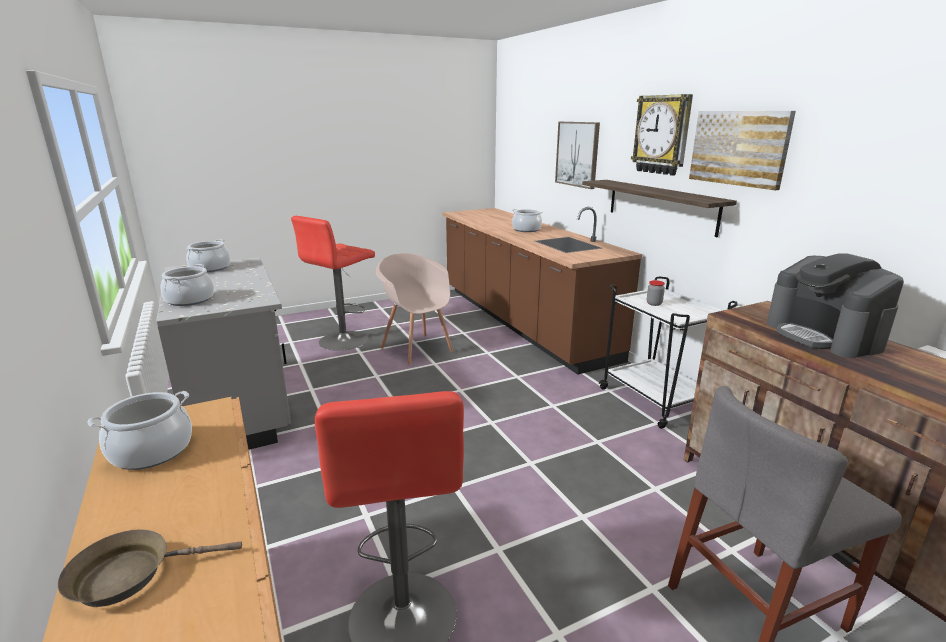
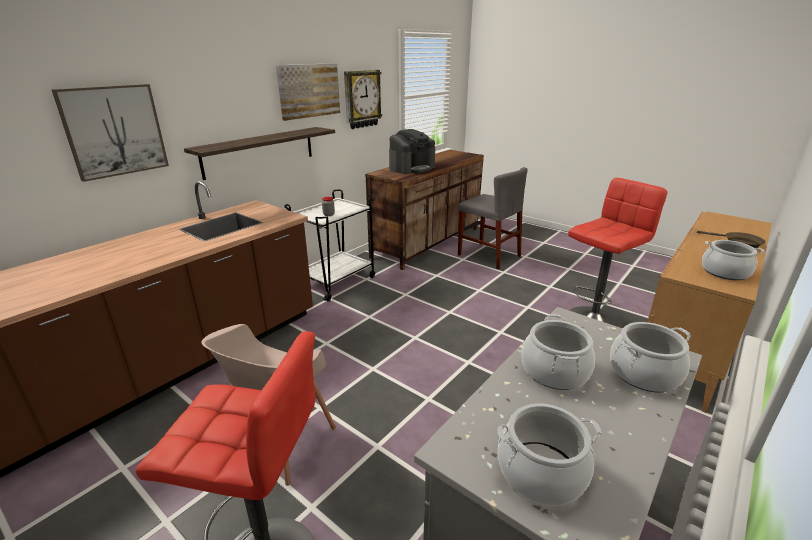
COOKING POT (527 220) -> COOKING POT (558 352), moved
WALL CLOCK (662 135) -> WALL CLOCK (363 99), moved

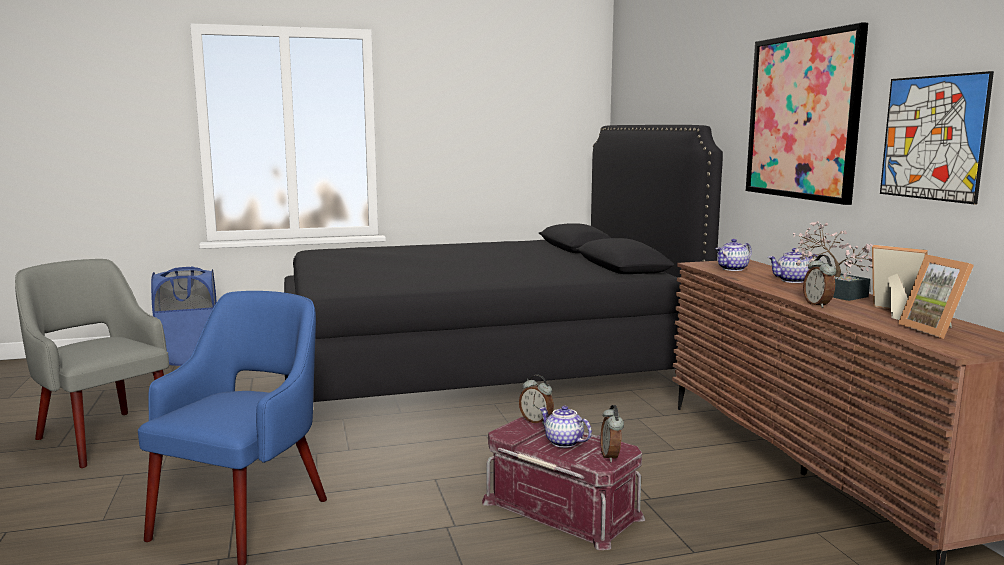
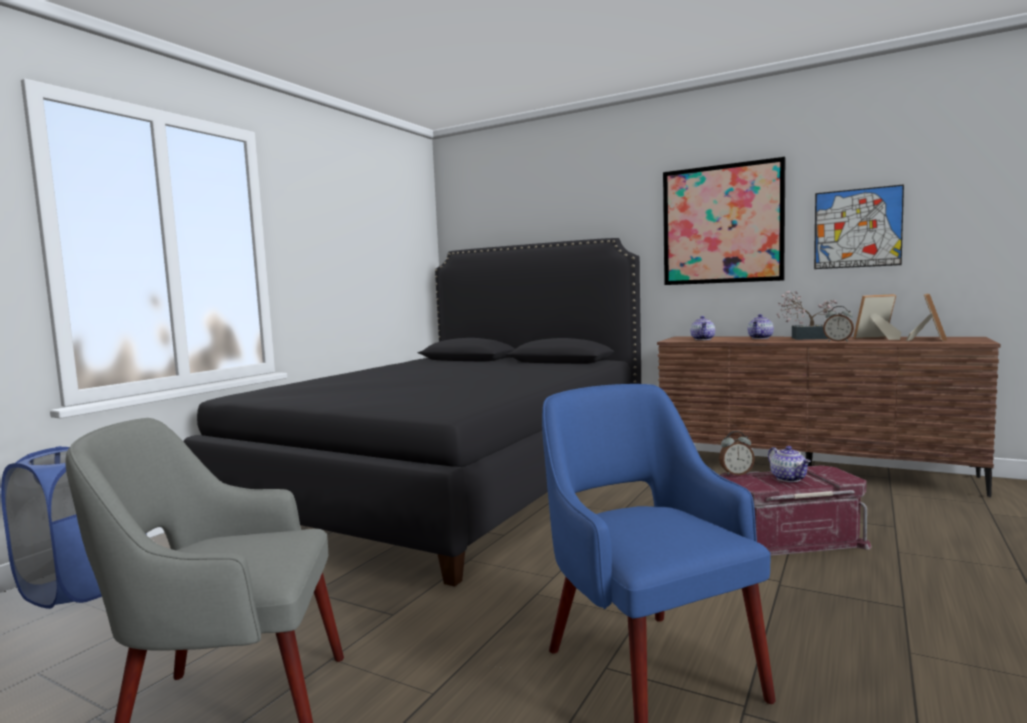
ALARM CLOCK (612 433) -> none
TEAPOT (565 427) -> TEAPOT (789 464), 105 degrees counterclockwise
PICTURE FRAME (936 296) -> PICTURE FRAME (926 317), 90 degrees counterclockwise

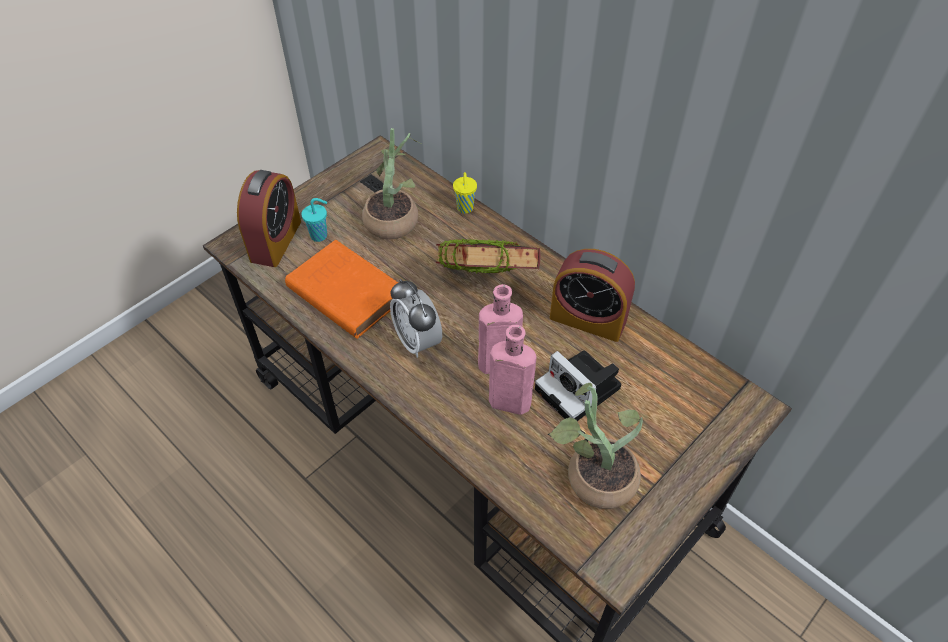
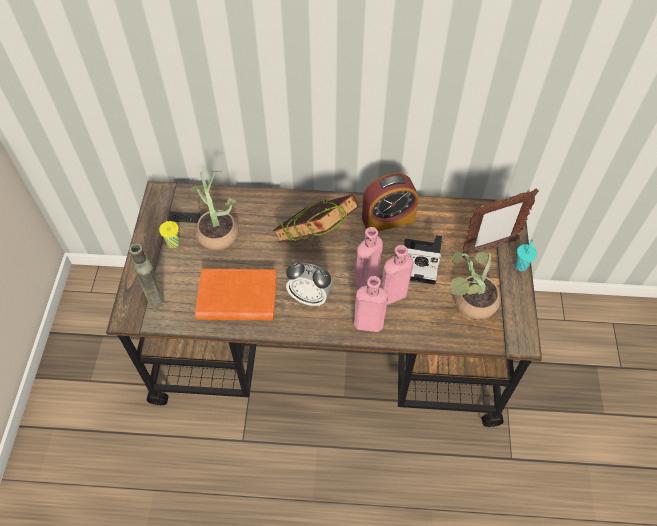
none -> PINK BOTTLE (371 304)
none -> PICTURE FRAME (501 223)
TURQUOISE CUP (314 220) -> TURQUOISE CUP (525 255), moved
YELLOW CUP (465 193) -> YELLOW CUP (169 234), moved
ALARM CLOCK (269 218) -> BROWN BOTTLE (147 274)

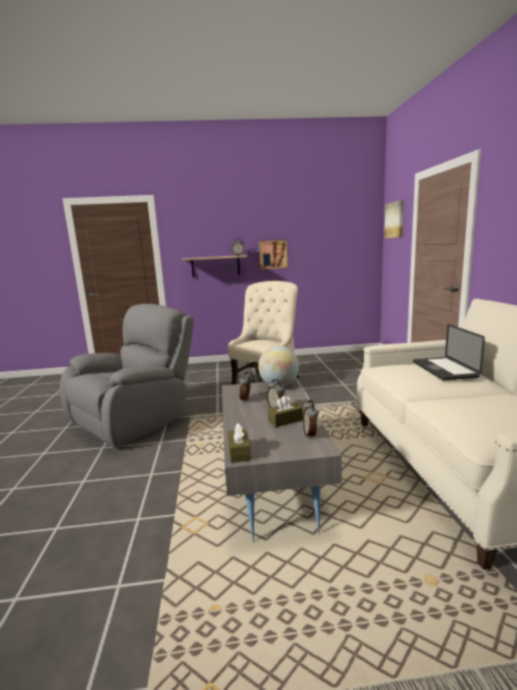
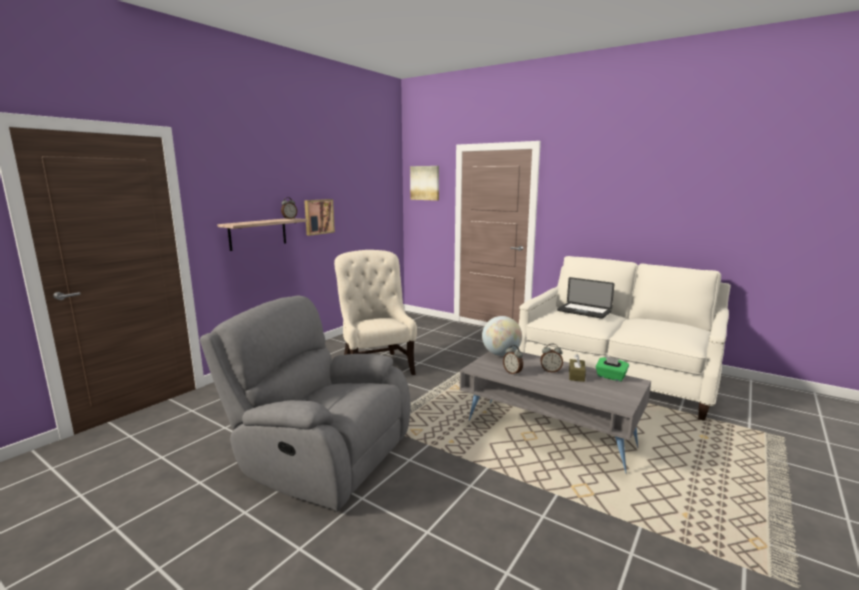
BROWN TISSUE BOX (239 443) -> none
ALARM CLOCK (310 419) -> GREEN TISSUE BOX (612 369)
GREY ARMCHAIR (127 375) -> GREY ARMCHAIR (305 404), 60 degrees counterclockwise

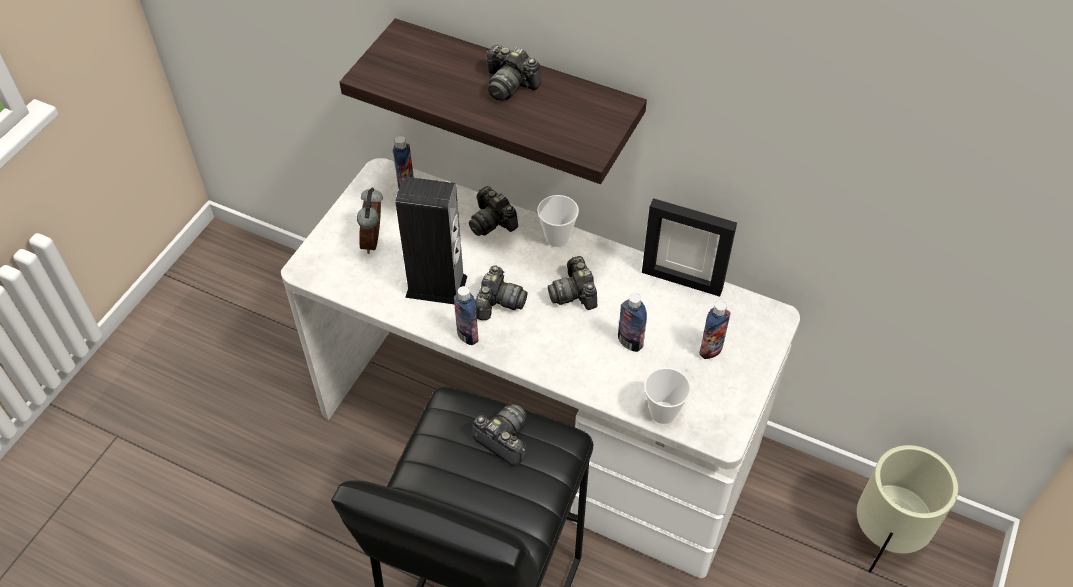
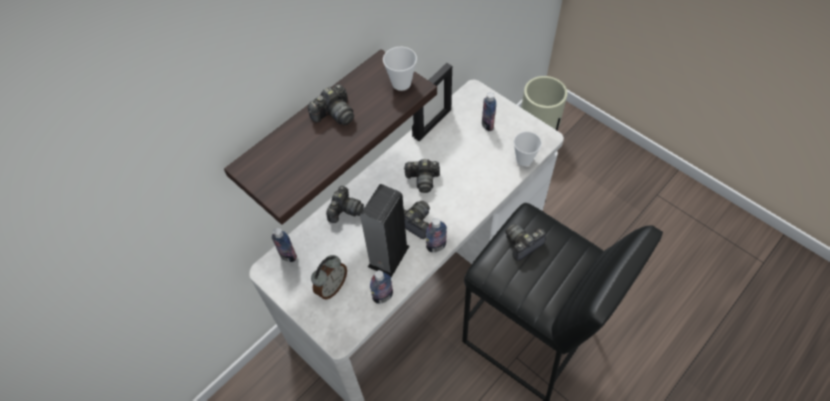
CUP (558 221) -> CUP (400 69), moved
BOTTLE (632 322) -> BOTTLE (381 287), moved
ALARM CLOCK (370 220) -> ALARM CLOCK (329 277), 75 degrees counterclockwise
PHOTO CAMERA (493 211) -> PHOTO CAMERA (345 204), 45 degrees counterclockwise

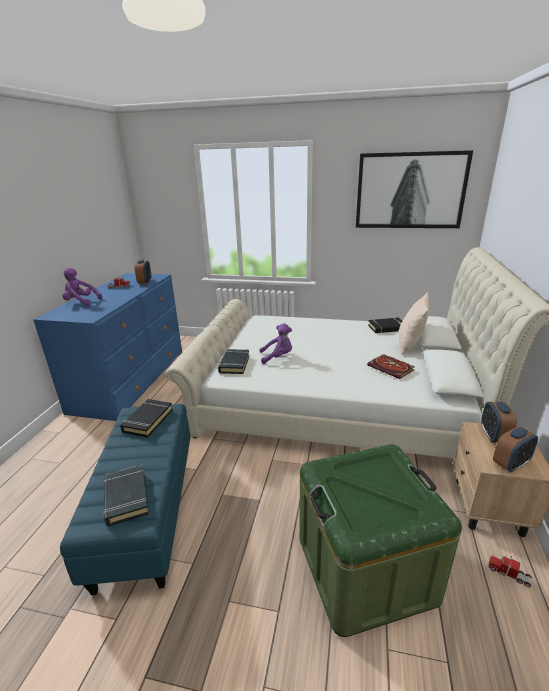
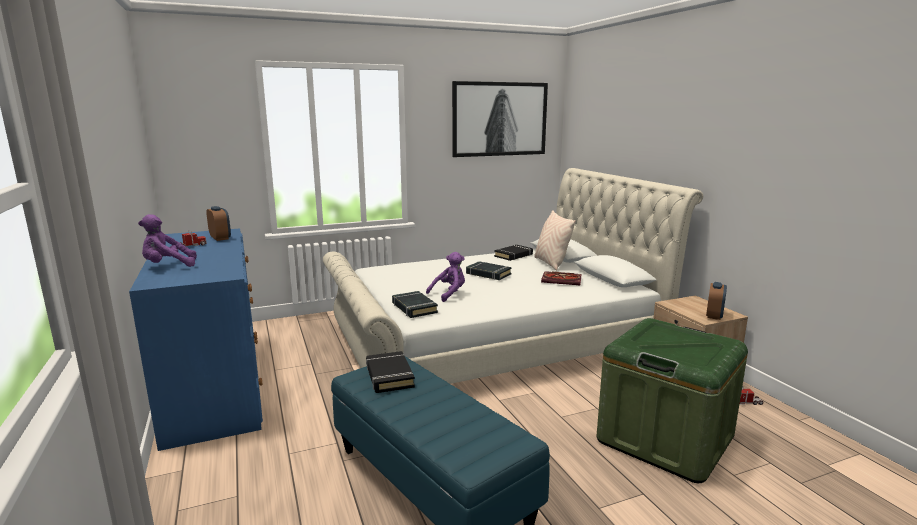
ALARM CLOCK (499 422) -> none
BLACK BOOK (126 496) -> BLACK BOOK (489 270), moved

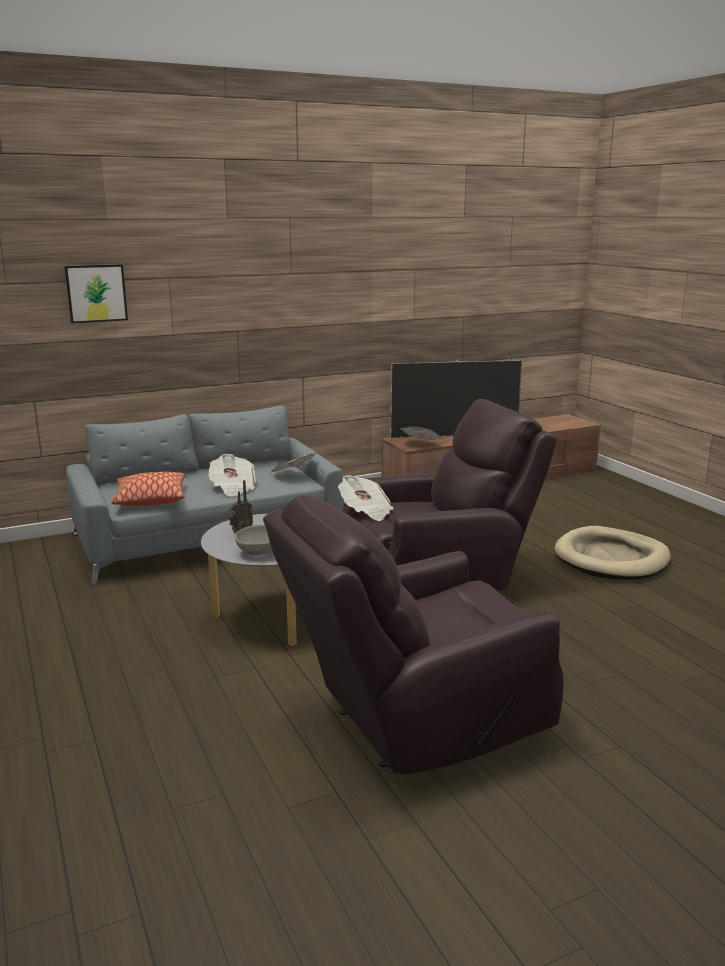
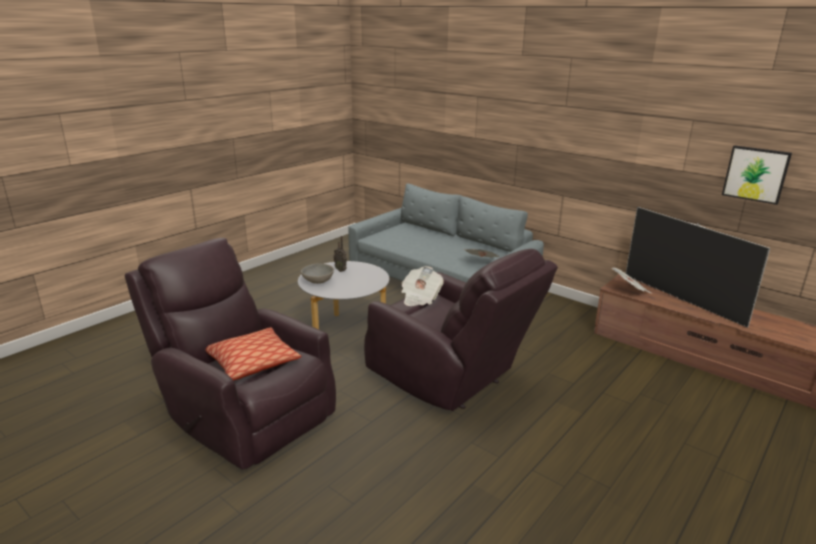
NEWSPAPER (232 475) -> none
BEIGE DOG BED (612 553) -> none
PICTURE (96 293) -> PICTURE (757 175), moved
PILLOW (148 489) -> PILLOW (253 354), moved

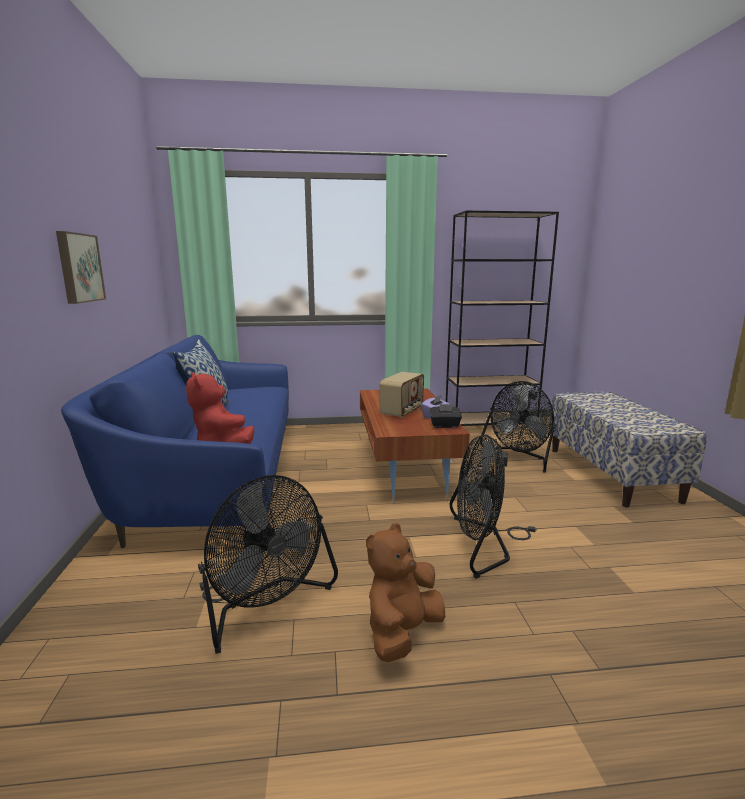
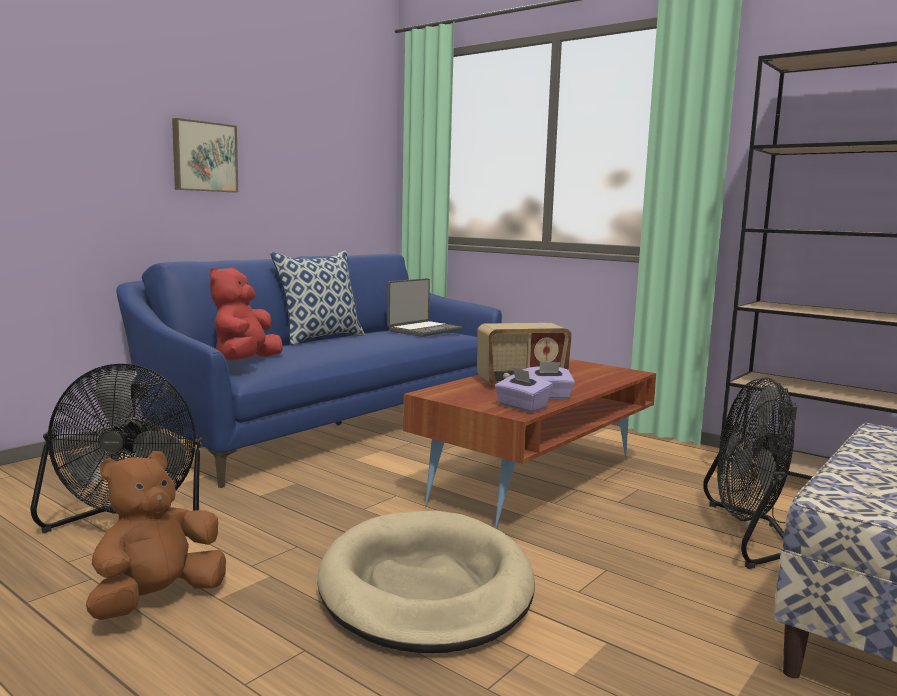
none -> LAPTOP (424 307)
BLACK FAN (494 507) -> BEIGE DOG BED (426 582)
BLACK TISSUE BOX (445 416) -> PURPLE TISSUE BOX (524 389)
BROWN PLUSH TOY (405 592) -> BROWN PLUSH TOY (156 535), 45 degrees counterclockwise

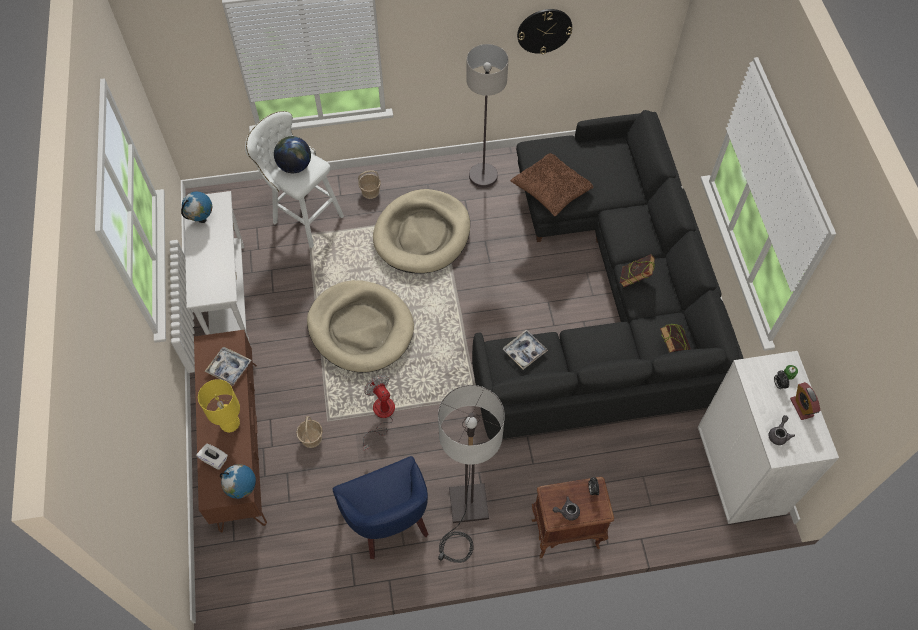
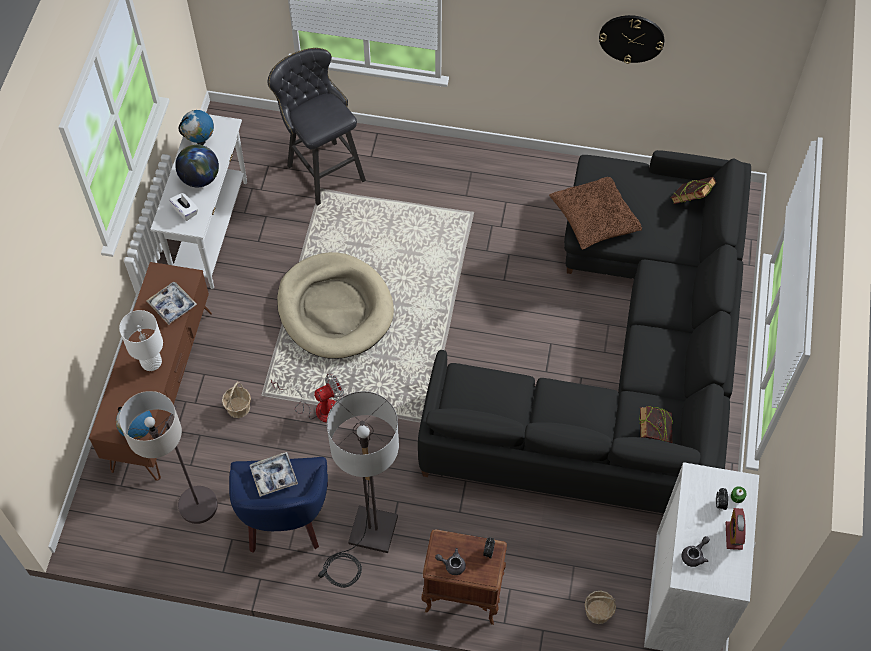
BEIGE DOG BED (421 231) -> none
WHITE TISSUE BOX (212 457) -> WHITE TISSUE BOX (183 207), moved
GLOBE (292 154) -> GLOBE (197 166), moved
BASKET (369 184) -> BASKET (600 607), moved
GREY FLOOR LAMP (487 116) -> GREY FLOOR LAMP (168 457), moved
TRAY (525 350) -> TRAY (274 474), moved
BOOK (637 270) -> BOOK (693 190), moved
YELLOW TABLE LAMP (219 406) -> WHITE TABLE LAMP (141 340)
WHITE STOOL (294 179) -> BLACK STOOL (317 127)
FAN (379 413) -> FAN (308 398), 75 degrees clockwise

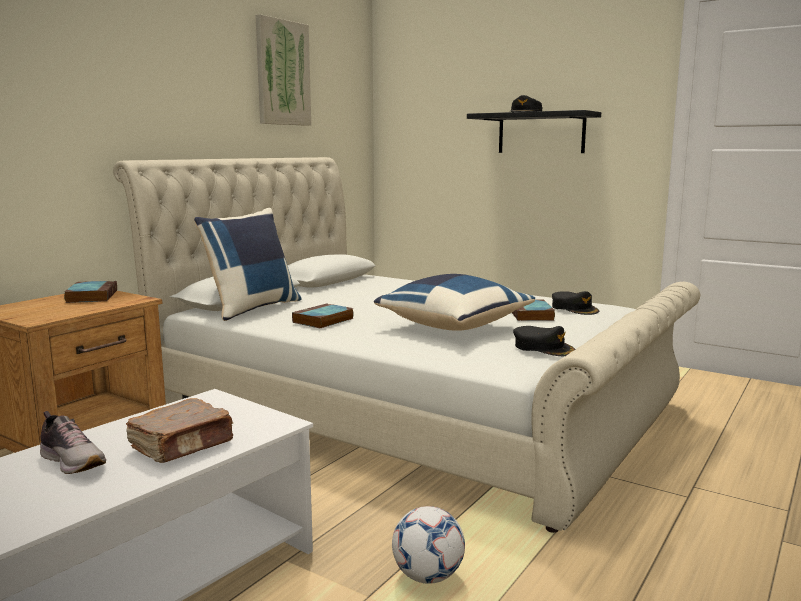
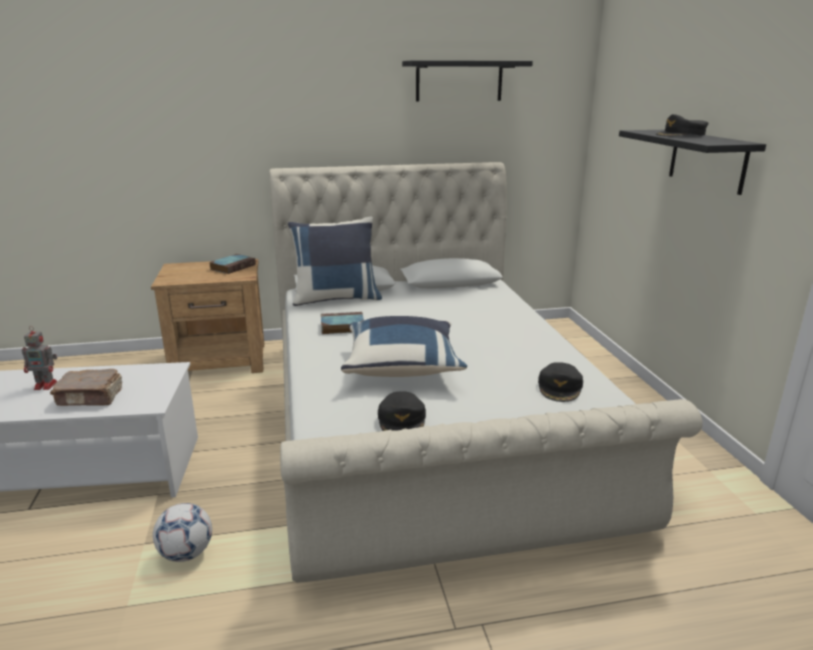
BOOK (533 310) -> none
SHOE (73 442) -> TOY ROBOT (39 358)
PICTURE (283 70) -> BLACK SHELF (467 81)

